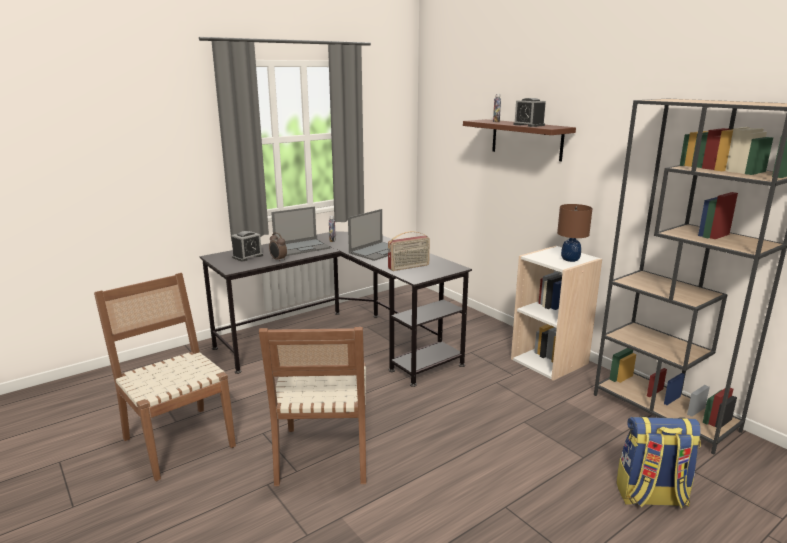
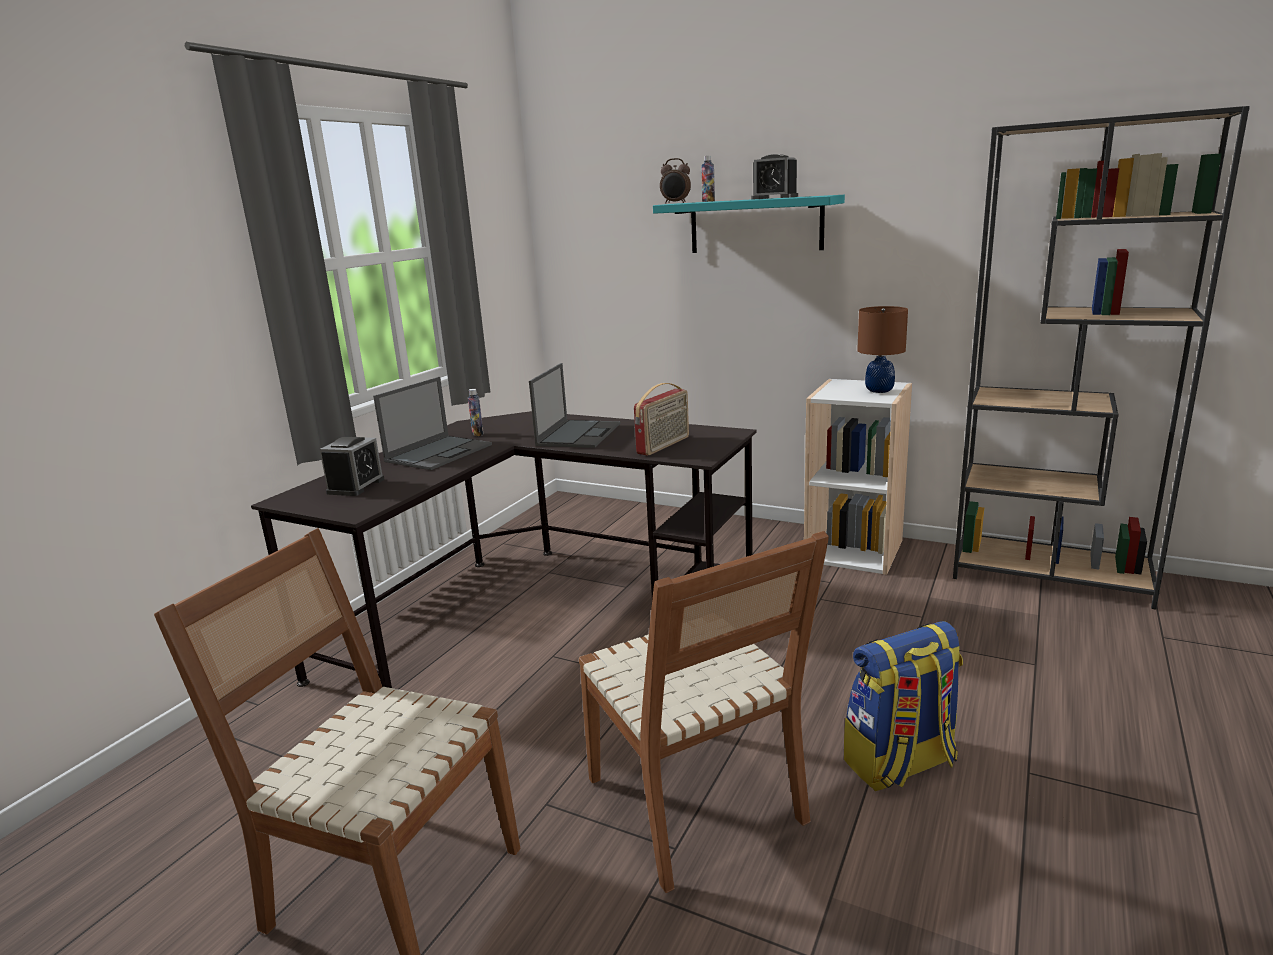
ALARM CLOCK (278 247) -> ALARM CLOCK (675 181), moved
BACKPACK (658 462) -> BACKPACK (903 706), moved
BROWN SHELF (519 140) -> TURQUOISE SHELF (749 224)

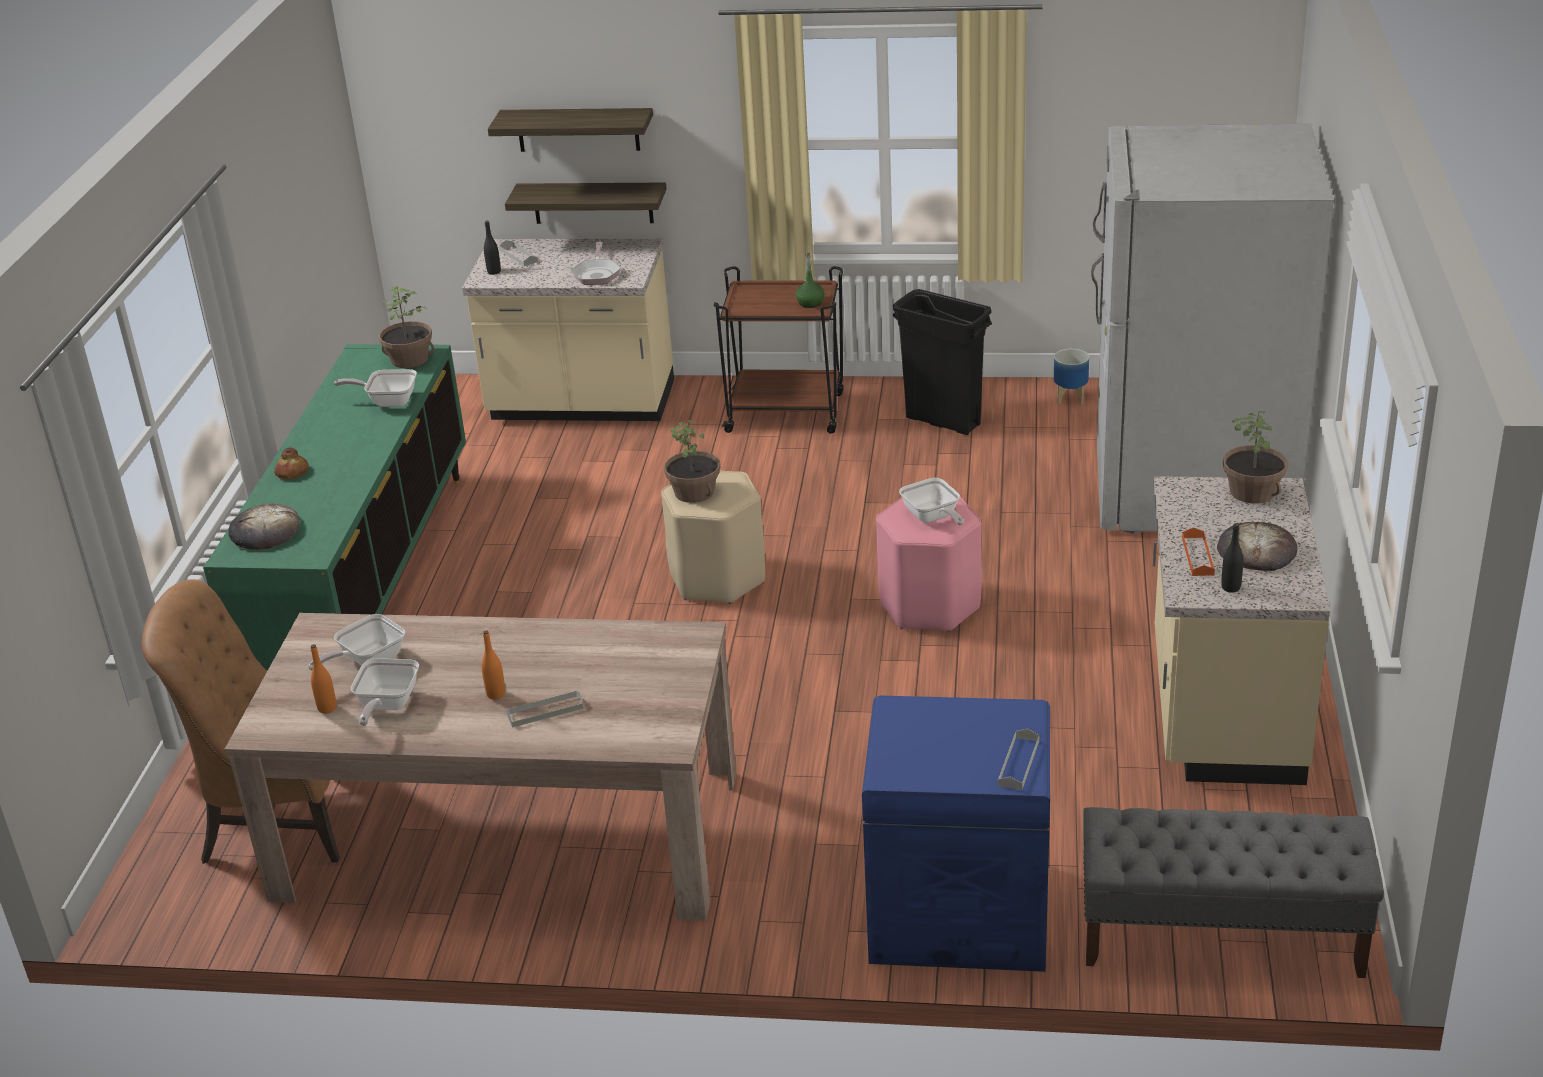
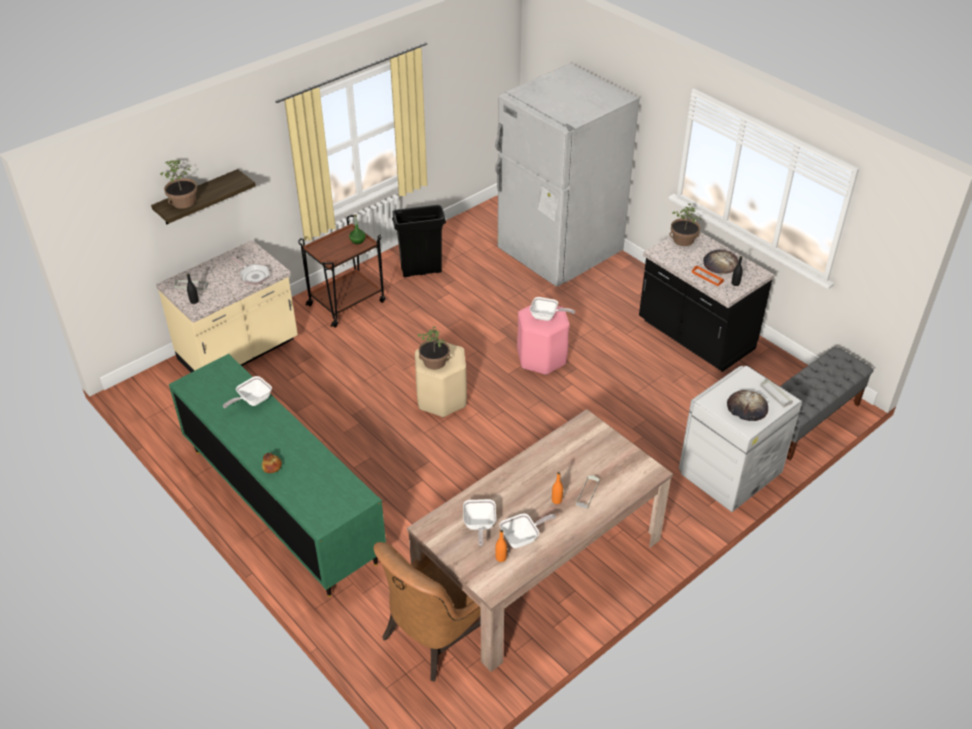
SHELF (586 203) -> none
PLANTER (1071 377) -> none
BREAD (264 527) -> BREAD (747 405), moved
POTTED PLANT (406 327) -> POTTED PLANT (178 184), moved
BLUE WASHING MACHINE (956 833) -> WHITE WASHING MACHINE (740 438)
BEIGE COUNTER (1241 630) -> BLACK COUNTER (706 302)
FRYING PAN (385 692) -> FRYING PAN (527 530), 75 degrees counterclockwise

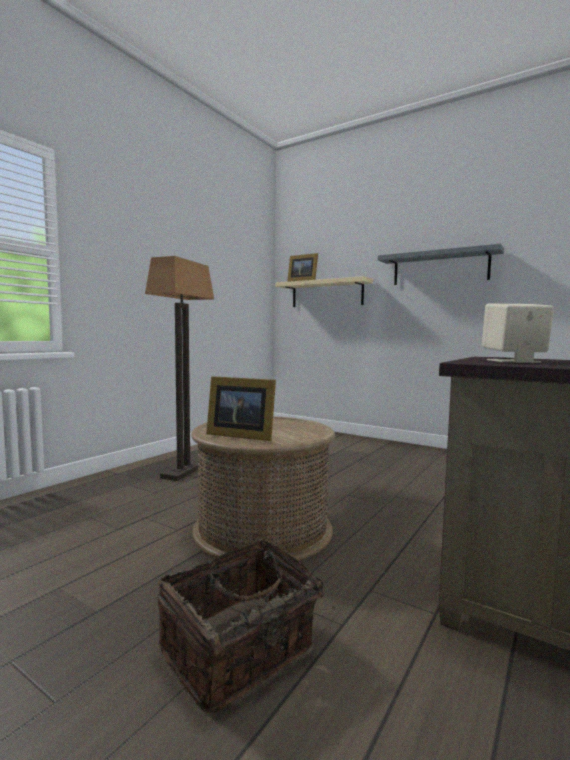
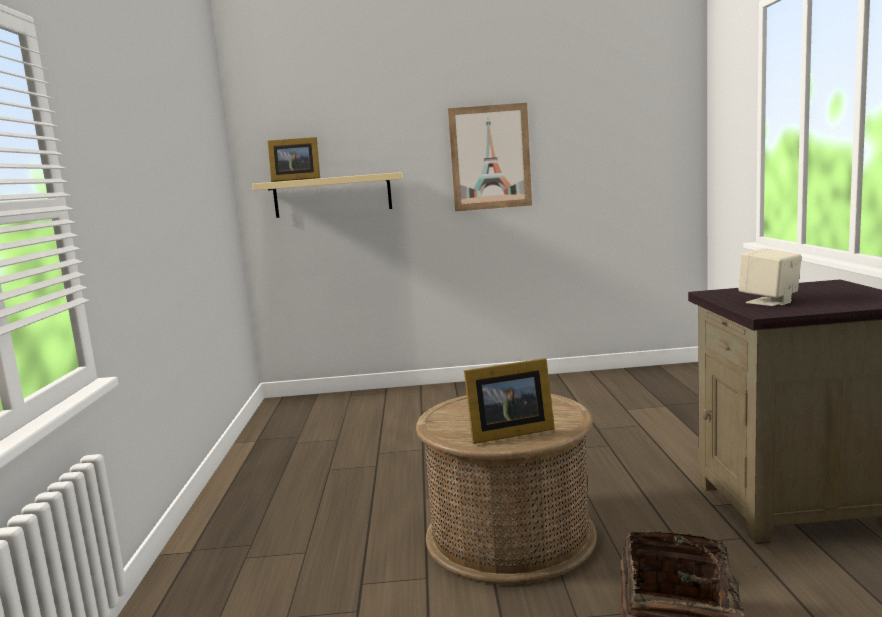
FLOOR LAMP (179 368) -> none
GREY SHELF (441 264) -> PICTURE (490 157)

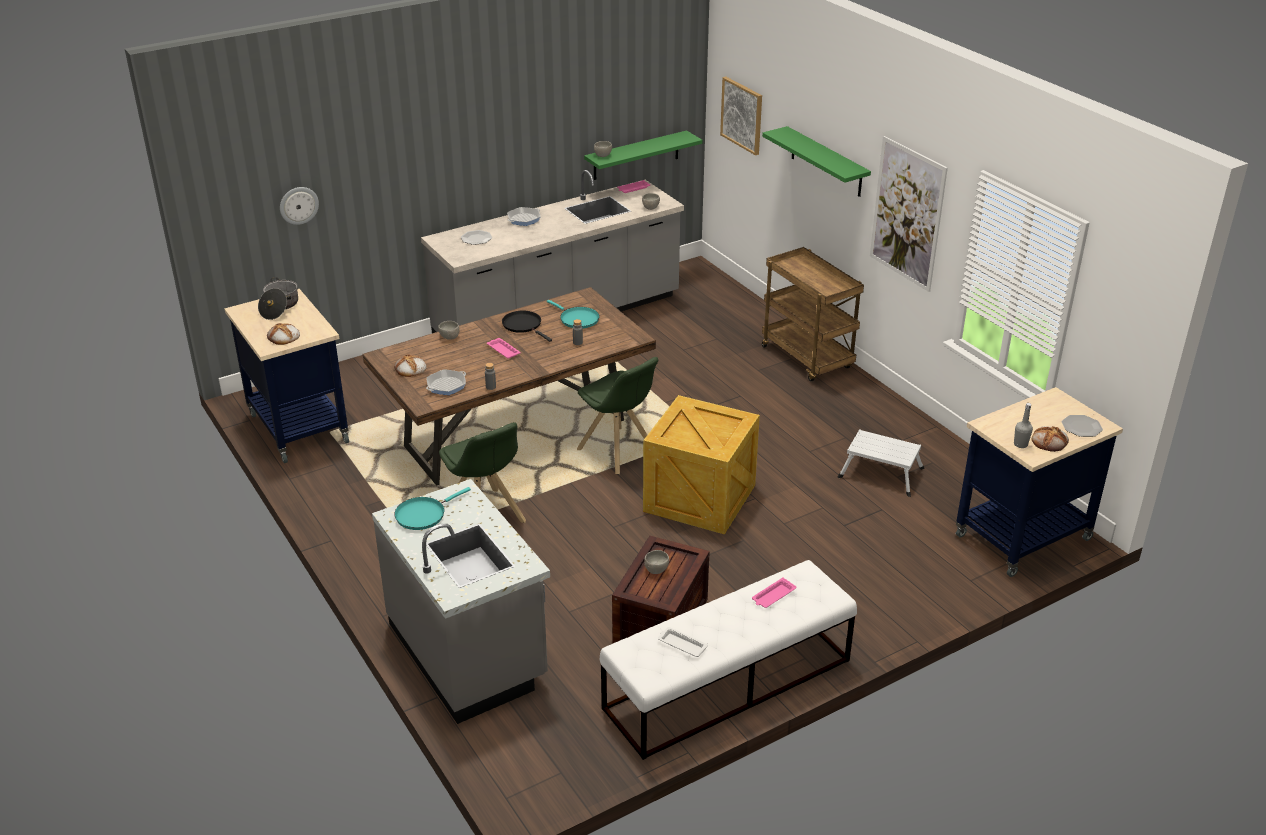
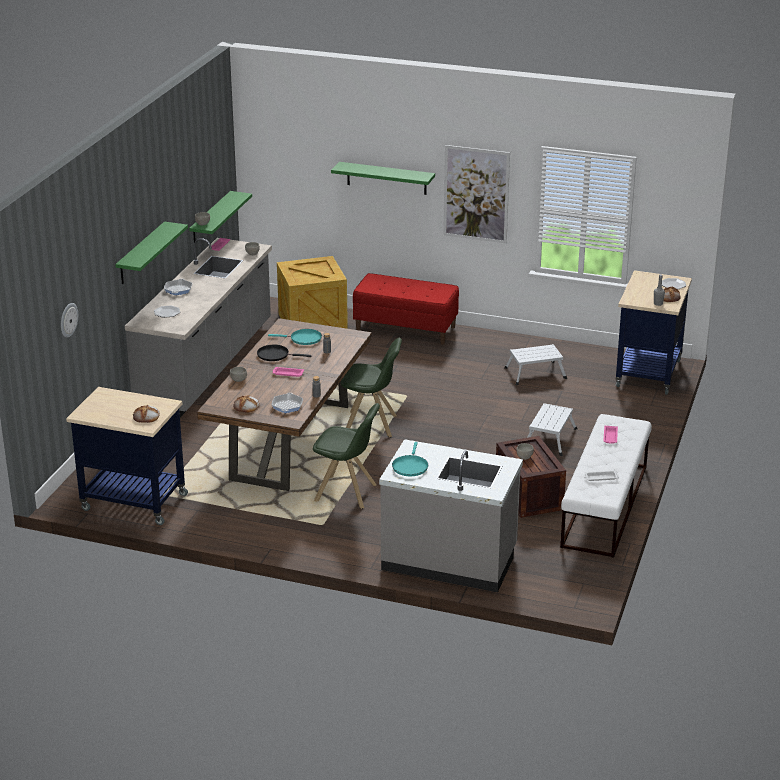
COOKING POT (278 298) -> none
PICTURE (741 116) -> none
none -> GREEN SHELF (151 252)
none -> WHITE STEP LADDER (552 429)
CRATE (701 465) -> CRATE (312 292), moved
BROWN CART (813 314) -> RED BENCH (406 308)

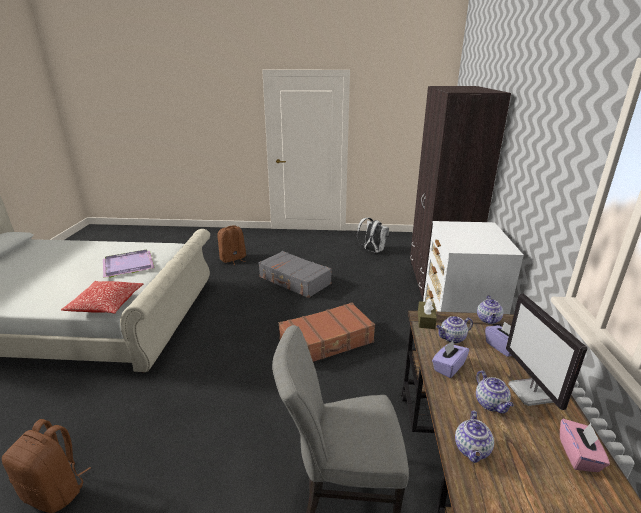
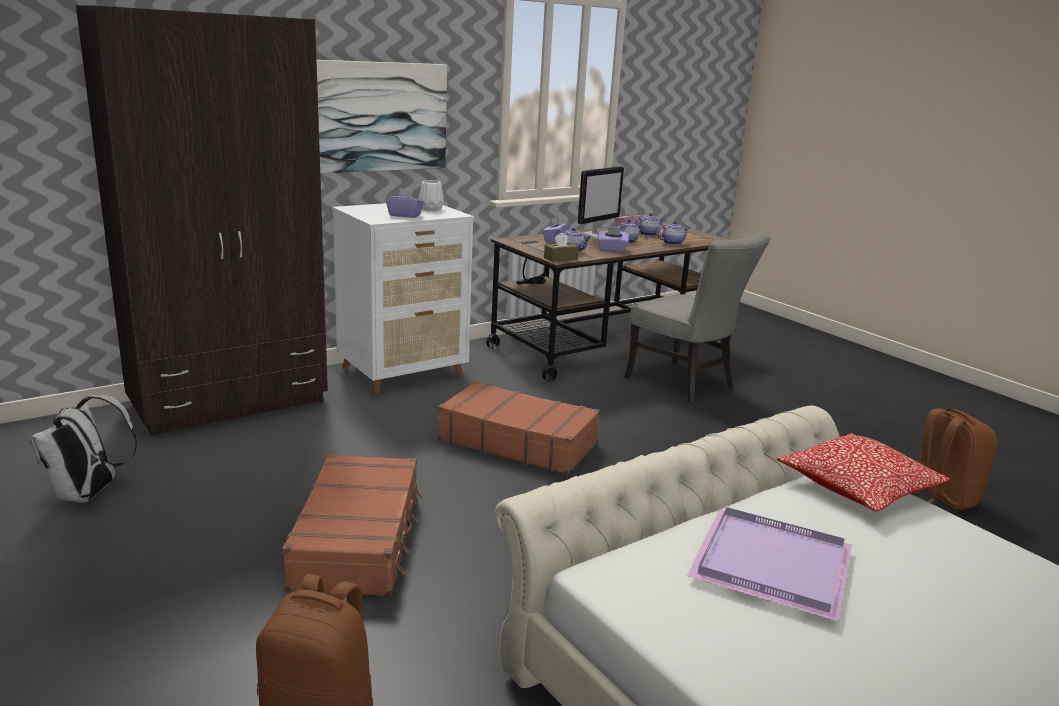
none -> PICTURE (382 116)
none -> PURPLE TISSUE BOX (405 203)
none -> WHITE VASE (431 195)
TEAPOT (490 309) -> TEAPOT (649 224), moved
GREY SUITCASE (295 274) -> BROWN SUITCASE (352 525)

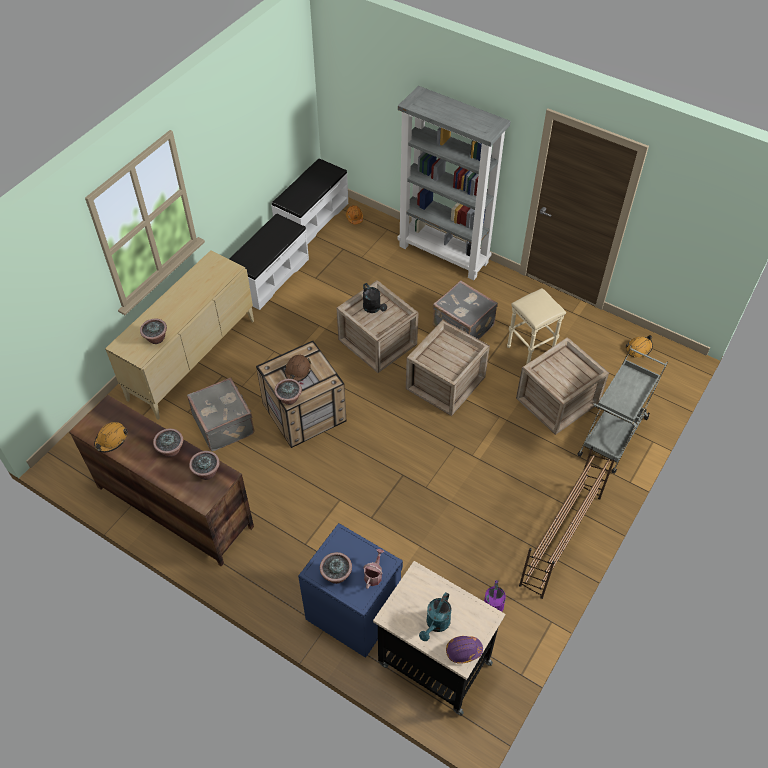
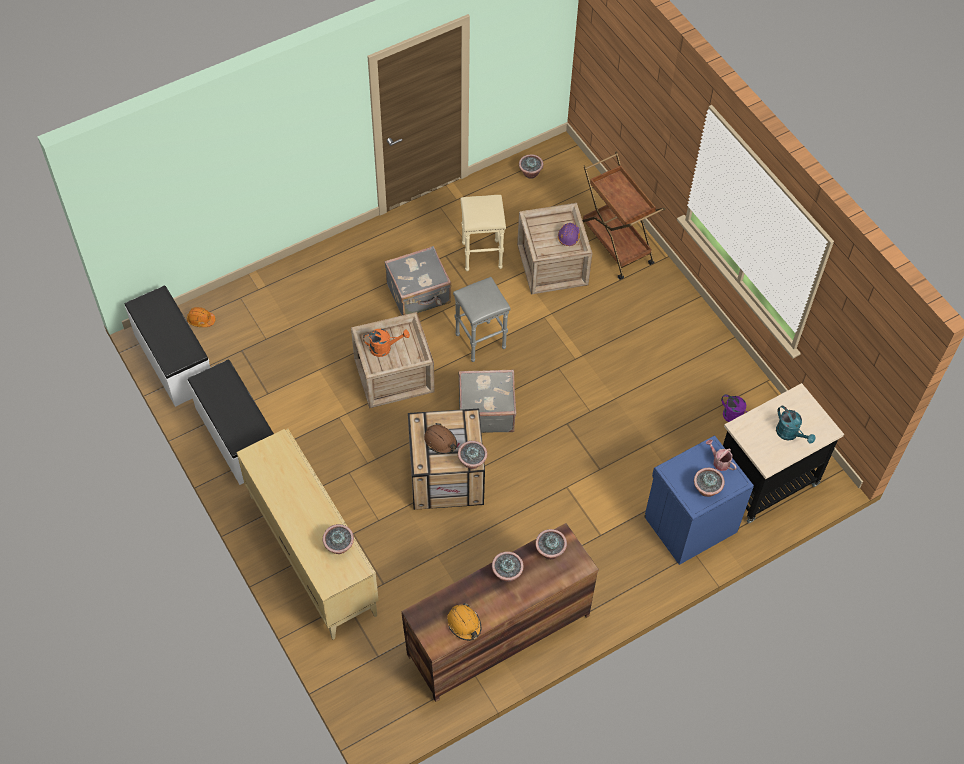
GREY BOOKCASE (454 183) -> none
BROWN SHOE RACK (567 523) -> none
GREY SUITCASE (220 414) -> GREY SUITCASE (487 401), moved
PURPLE HARD HAT (464 650) -> PURPLE HARD HAT (569 234), moved
CRATE (448 368) -> GREY STOOL (482 319)
ORANGE HARD HAT (639 346) -> POTTED PLANT (531 166)
BLACK WATERING CAN (375 298) -> ORANGE WATERING CAN (386 343)
GREY CART (623 409) -> BROWN CART (624 215)

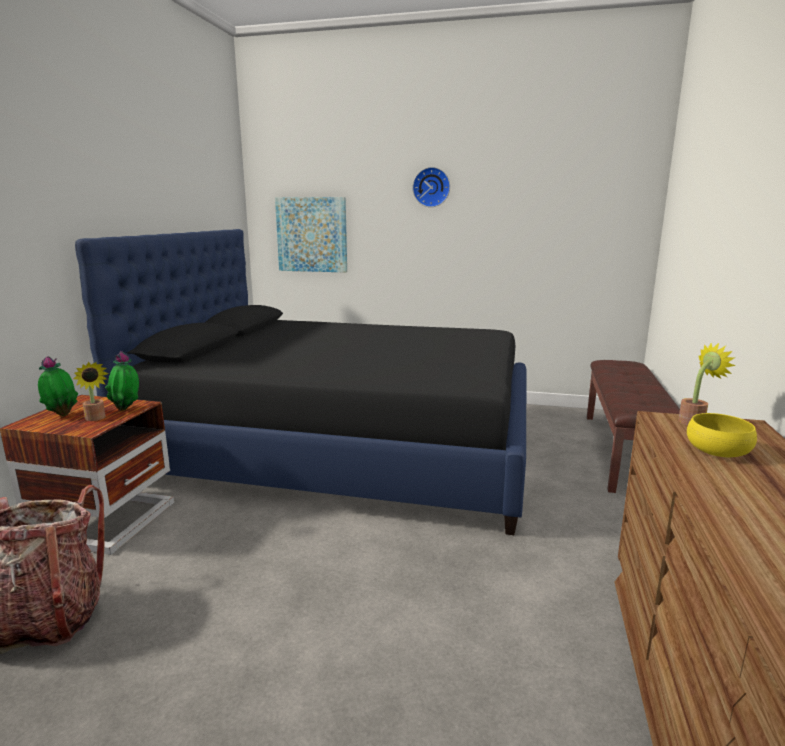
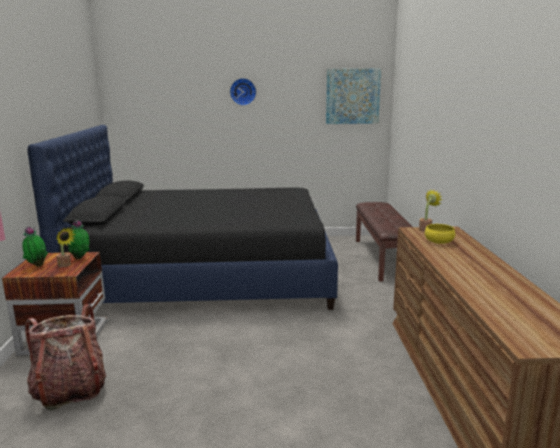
PICTURE (311 234) -> PICTURE (353 96), moved

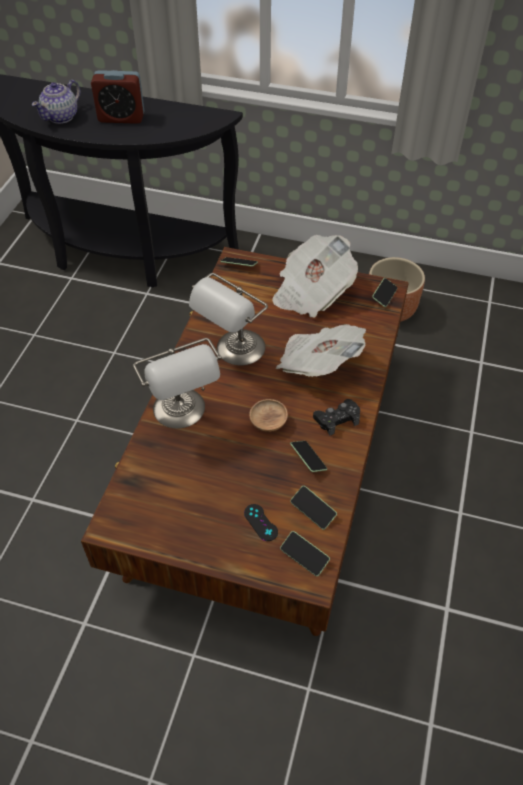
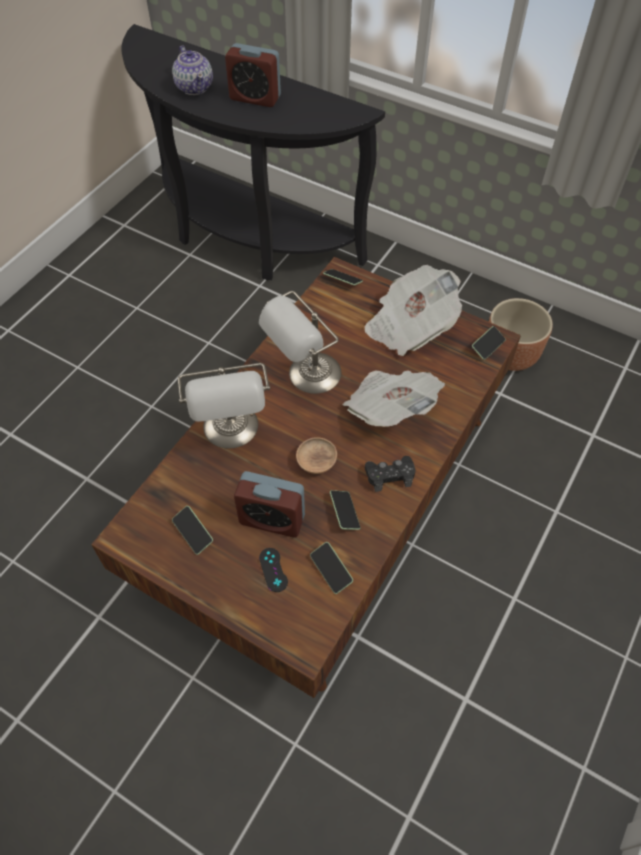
none -> ALARM CLOCK (269 504)
PHONE (305 553) -> PHONE (192 530), moved
TEAPOT (56 102) -> TEAPOT (192 70), 75 degrees counterclockwise

